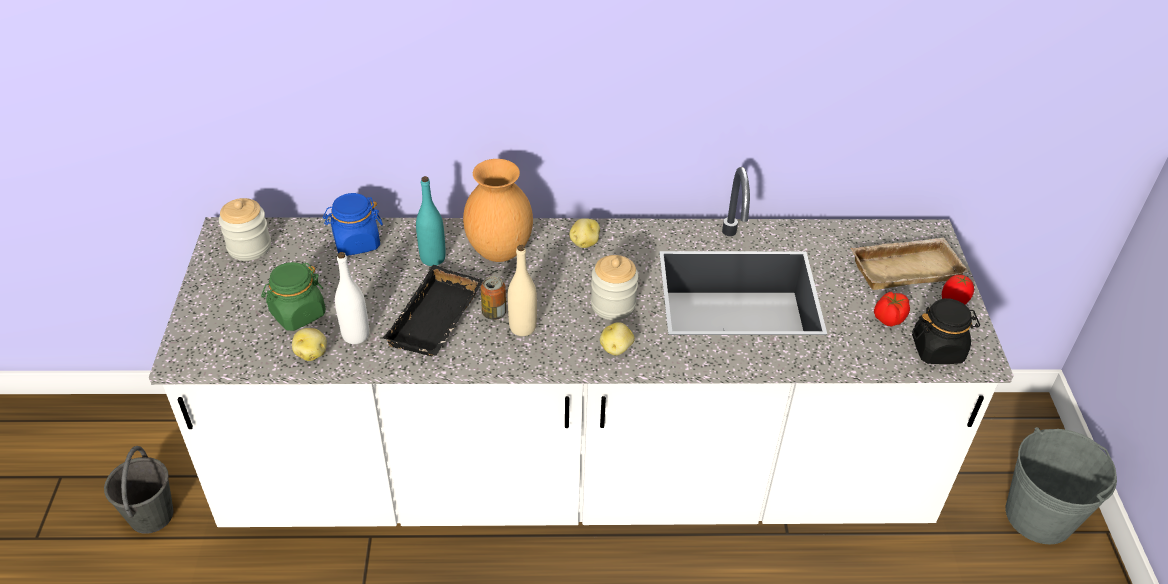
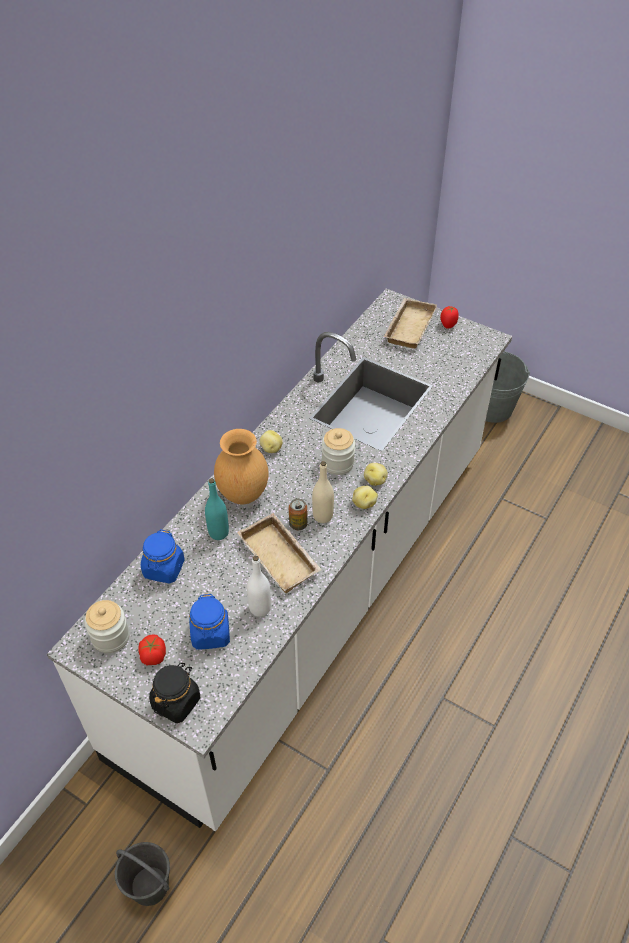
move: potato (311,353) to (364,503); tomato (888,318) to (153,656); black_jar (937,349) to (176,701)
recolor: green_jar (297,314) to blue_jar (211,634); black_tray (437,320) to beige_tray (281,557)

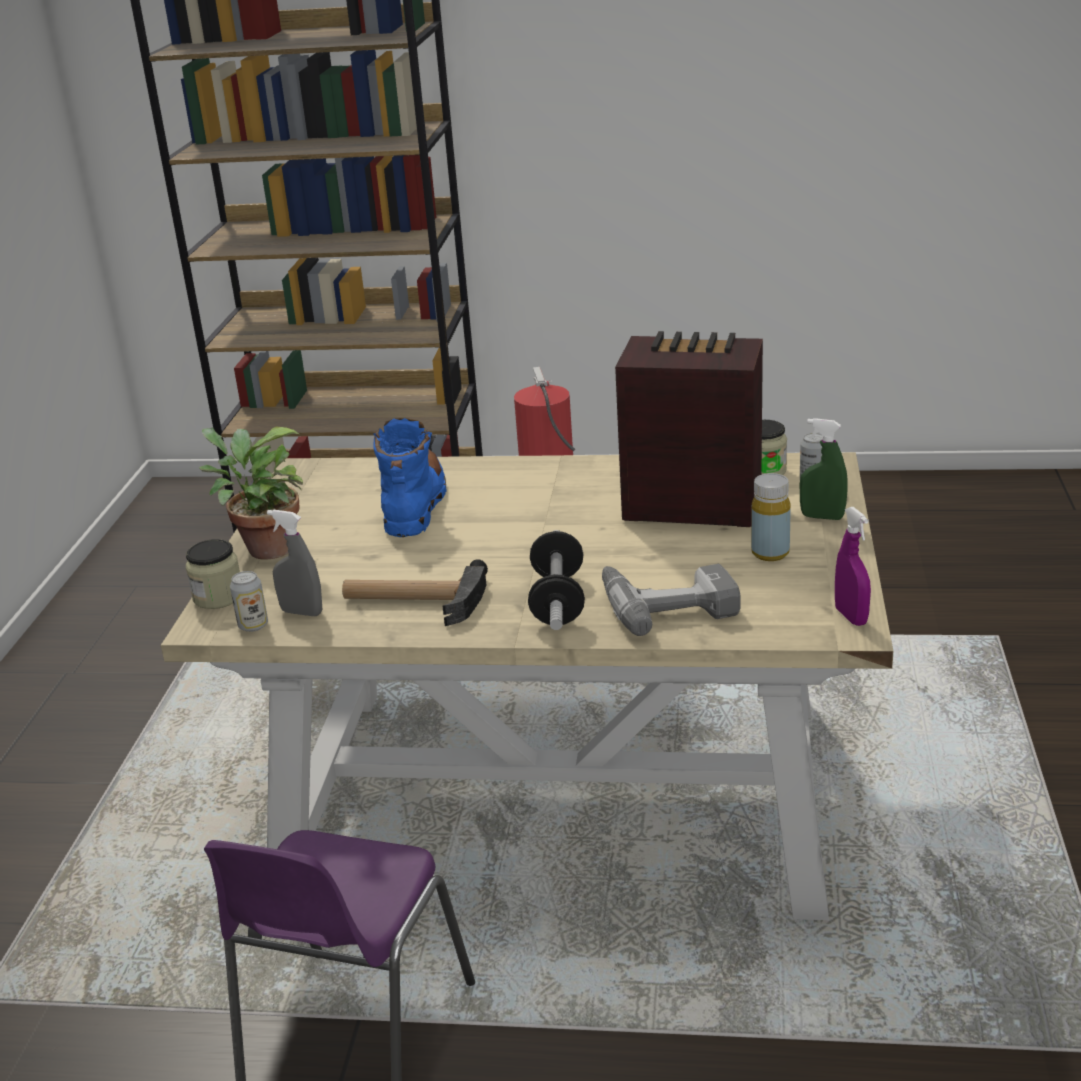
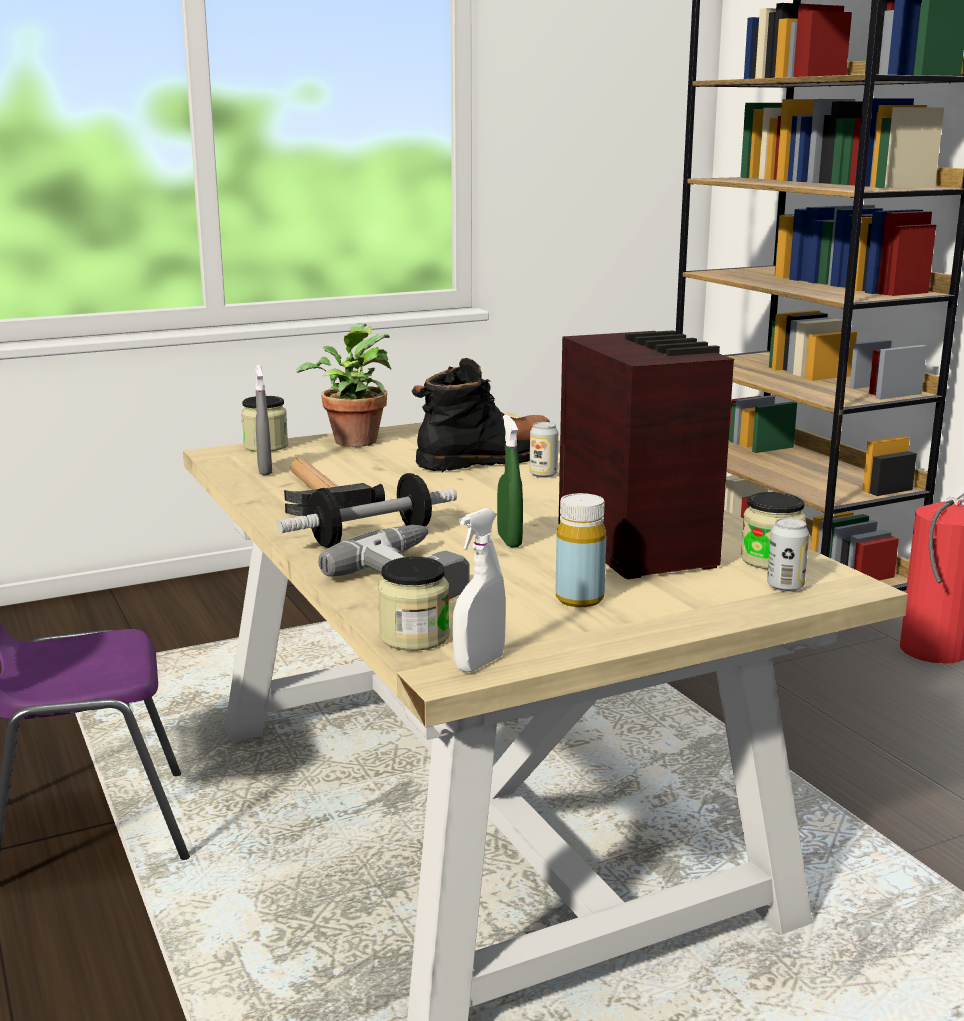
insert: jar (414,637)
move: can (253,625) to (543,474); green_spray_bottle (822,517) to (509,540)
recolor: blue_boot (414,504) to black_boot (487,459); purple_spray_bottle (851,617) to white_spray_bottle (479,663)

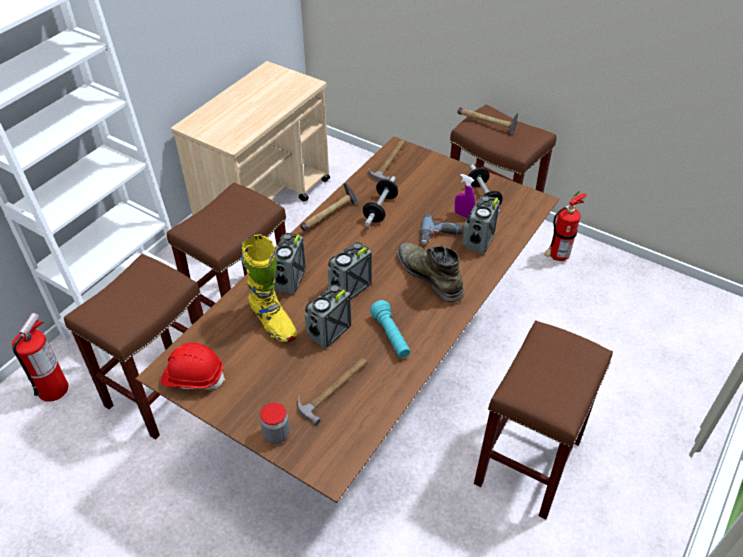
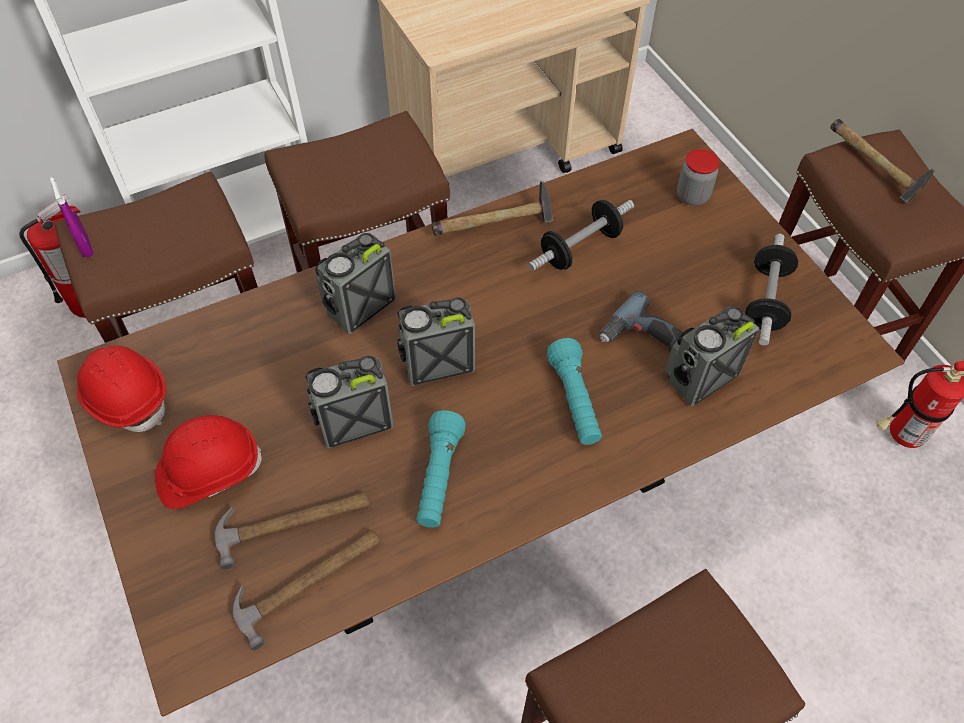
delete: yellow_boot (273,322)
insert: red_hard_hat (209,471)
move: jar (276,434) to (692,196); hammer (389,161) to (310,580); purple_spray_bottle (463,215) to (86,247)
replace: green_boot (429,275) to turquoise_flashlight (574,401)

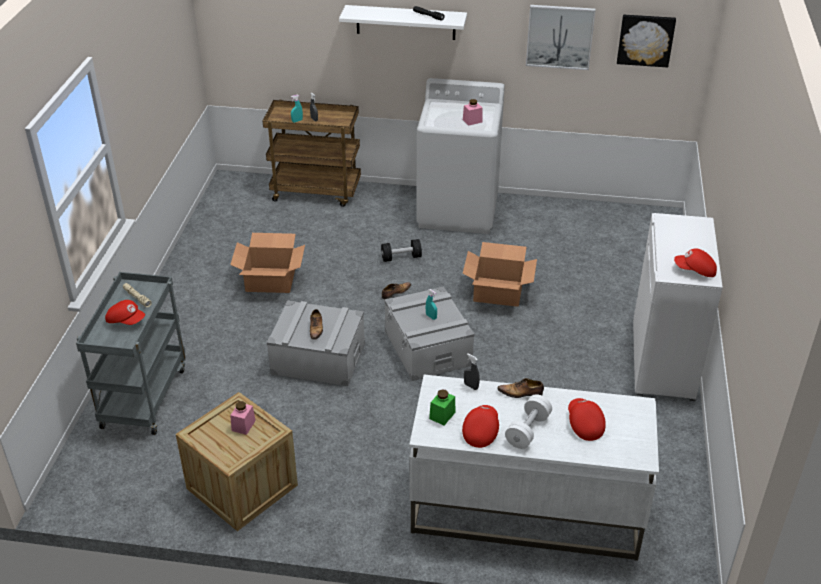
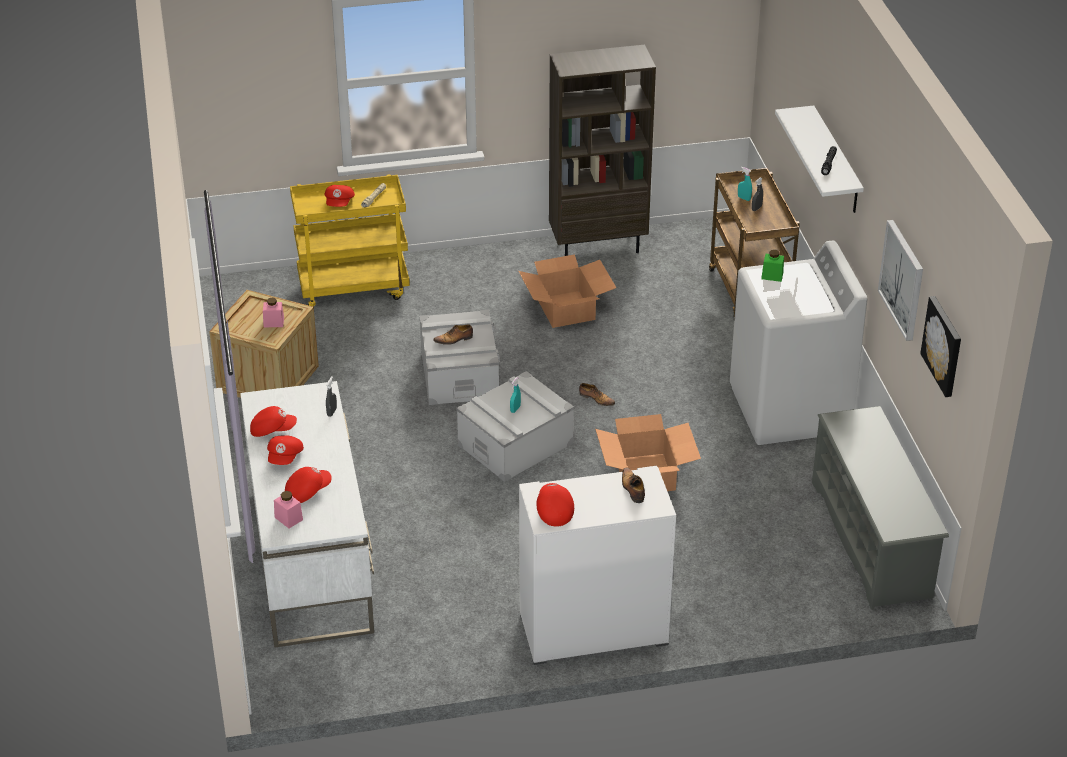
delete: black_dumbbell (401,257)
insert: brown_bookcase (598,246); grey_shoe_rack (871,539)
move: green_jar (442,415) to (772,275); pink_jar (472,121) to (288,518); shoe (521,393) to (632,489)
replace: white_dumbbell (528,430) to red_cap (285,458)
recolor: grey_cart (144,396) to yellow_cart (354,288)

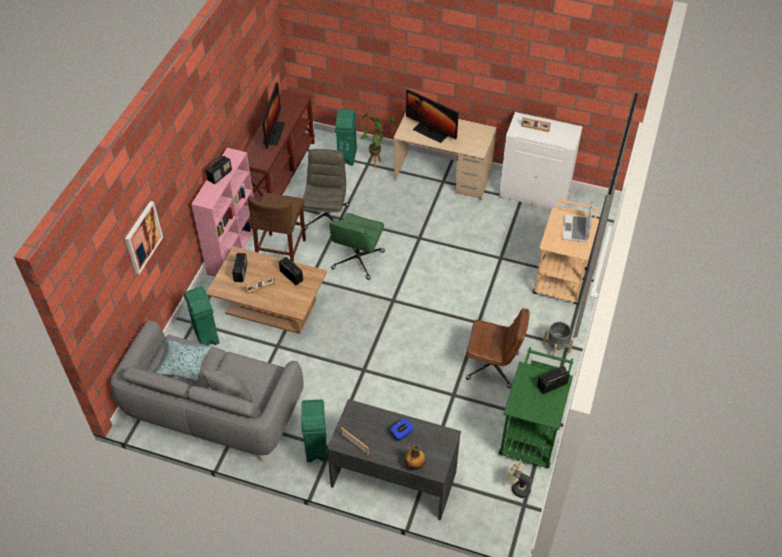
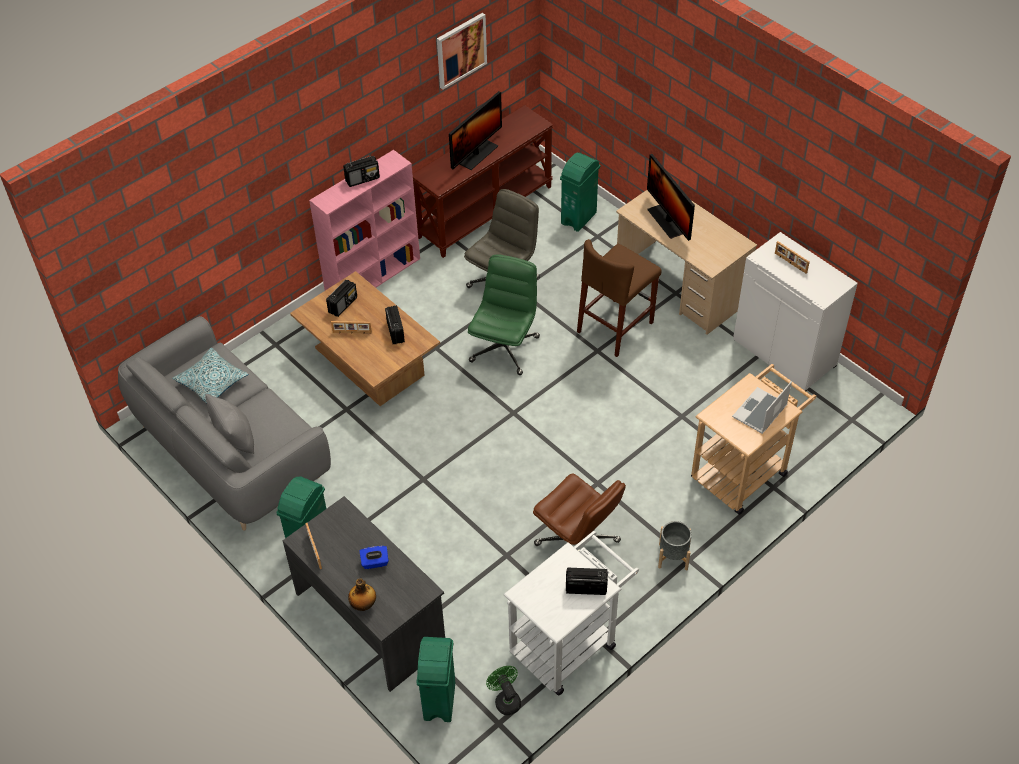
delete: potted_plant (376,161)
move: picture (143,237) to (461,50); green_trash_can (206,336) to (439,702); brown_stool (281,253) to (615,327)
recolor: green_cart (531,431) to white_cart (569,642); beige_fan (518,487) to green_fan (505,699)
rotate: green_office_chair (357,260) = (504,348) 150 degrees clockwise

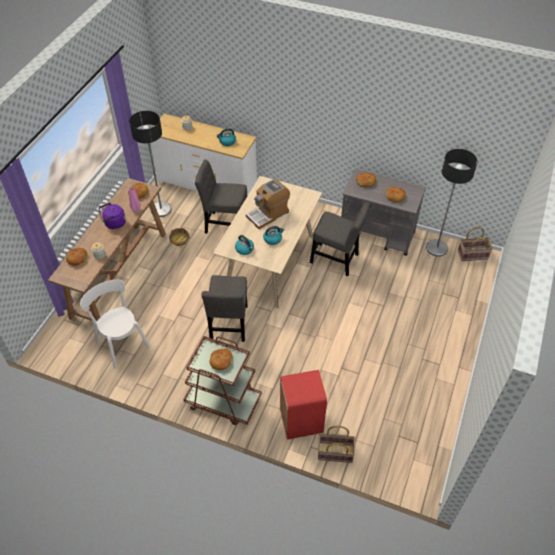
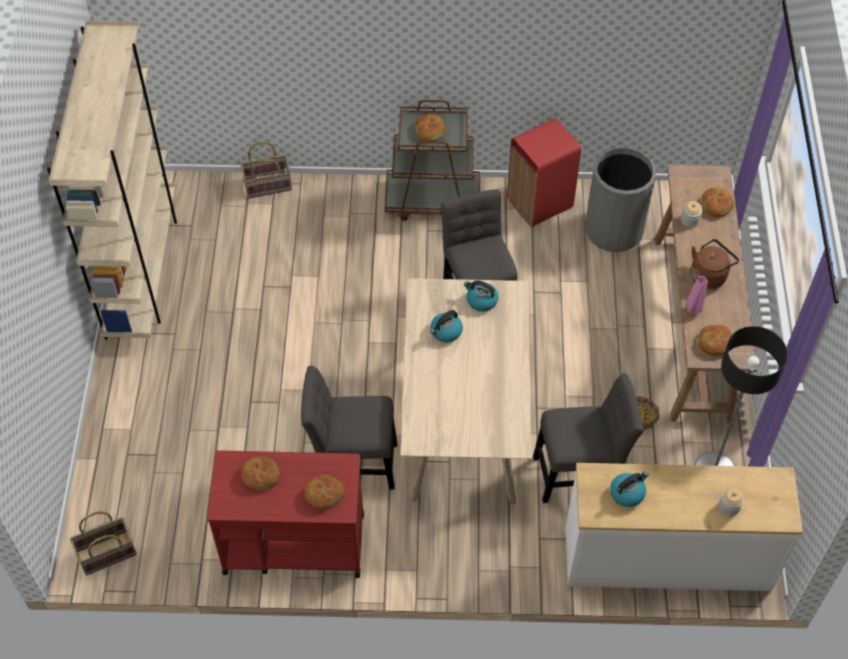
delete: coffee_machine (268,214); floor_lamp (437,248)
insert: beige_bookcase (142,270)
move: red_trash_can (301,421) to (540,203)
replace: white_chair (121,342) to grey_trash_can (614,230)
recolor: purple_kettle (114,224) to brown_kettle (709,275); grey_cart (377,234) to red_cart (293,543)

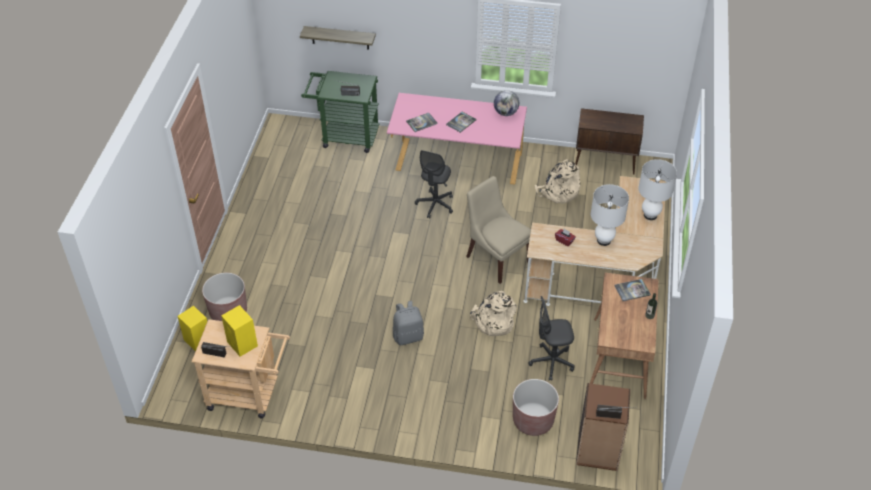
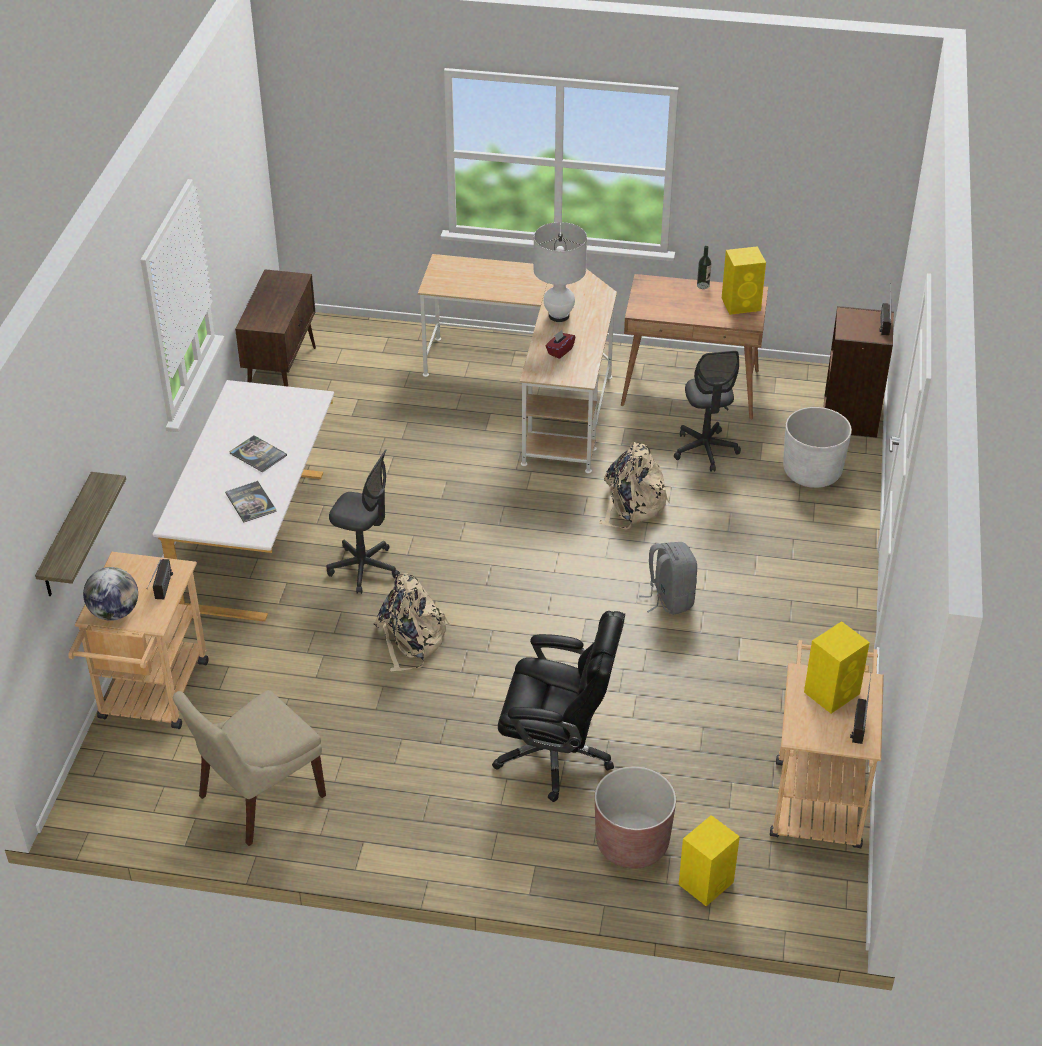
delete: book (632,290); white_table_lamp (650,215)
insert: black_office_chair (557,754); yellow_speaker (742,304)
move: beige_chair (496,258) to (258,798); globe (505,113) to (114,612); beige_backpack (558,192) to (411,640)
recolor: green_cart (345,136) to beige_cart (151,698); pink_desk (457,163) to white_desk (258,540); brown_planter (533,420) to white_planter (812,472)

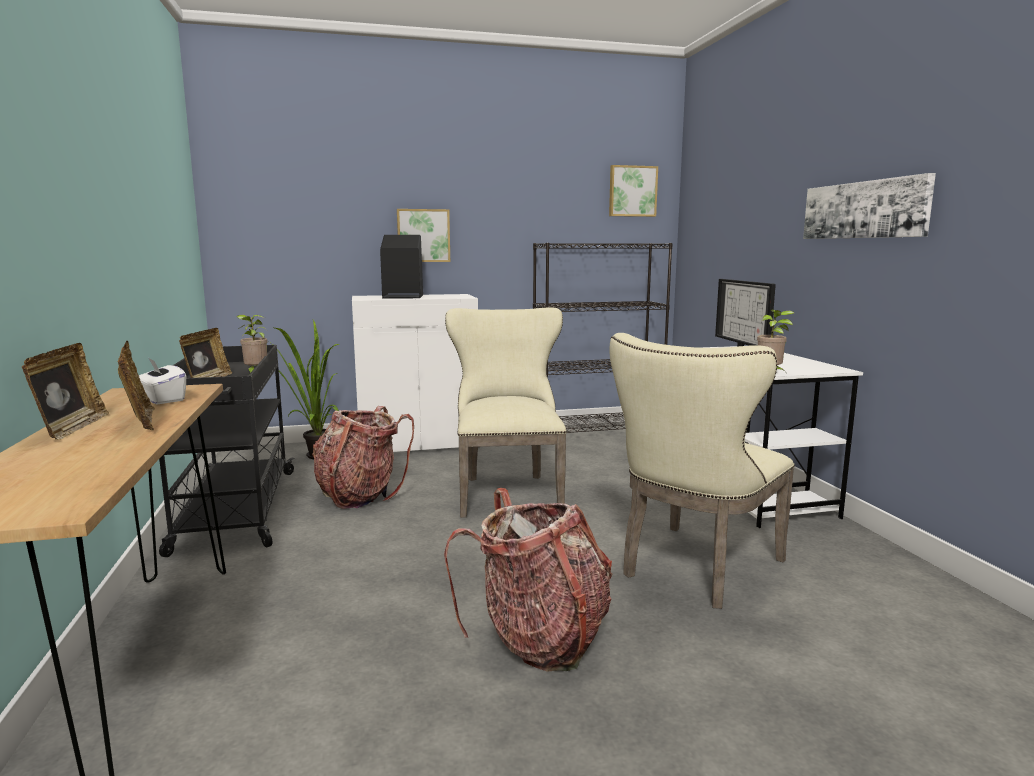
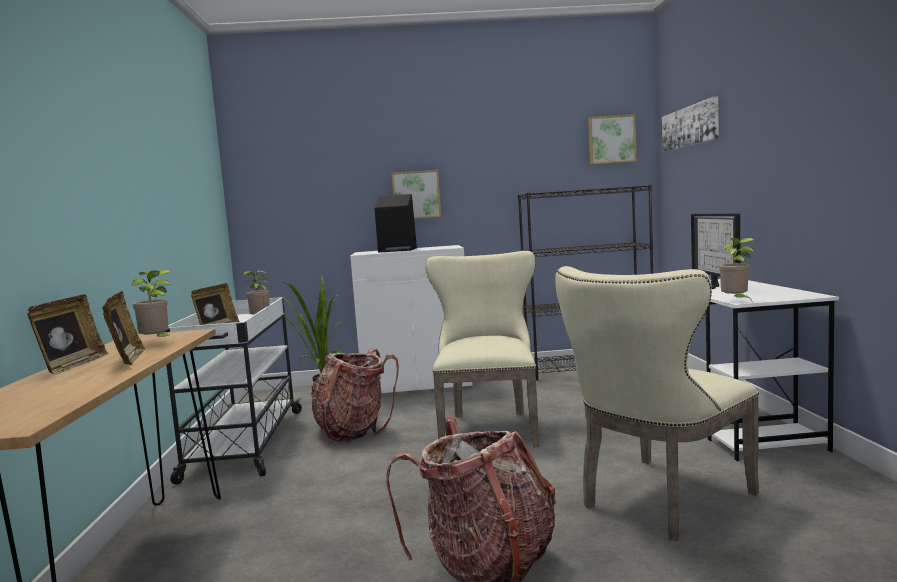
move: picture (864,210) to (690,126)
replace: white_tissue_box (162,399) to potted_plant (157,342)
recolor: black_cart (236,510) to white_cart (245,444)

